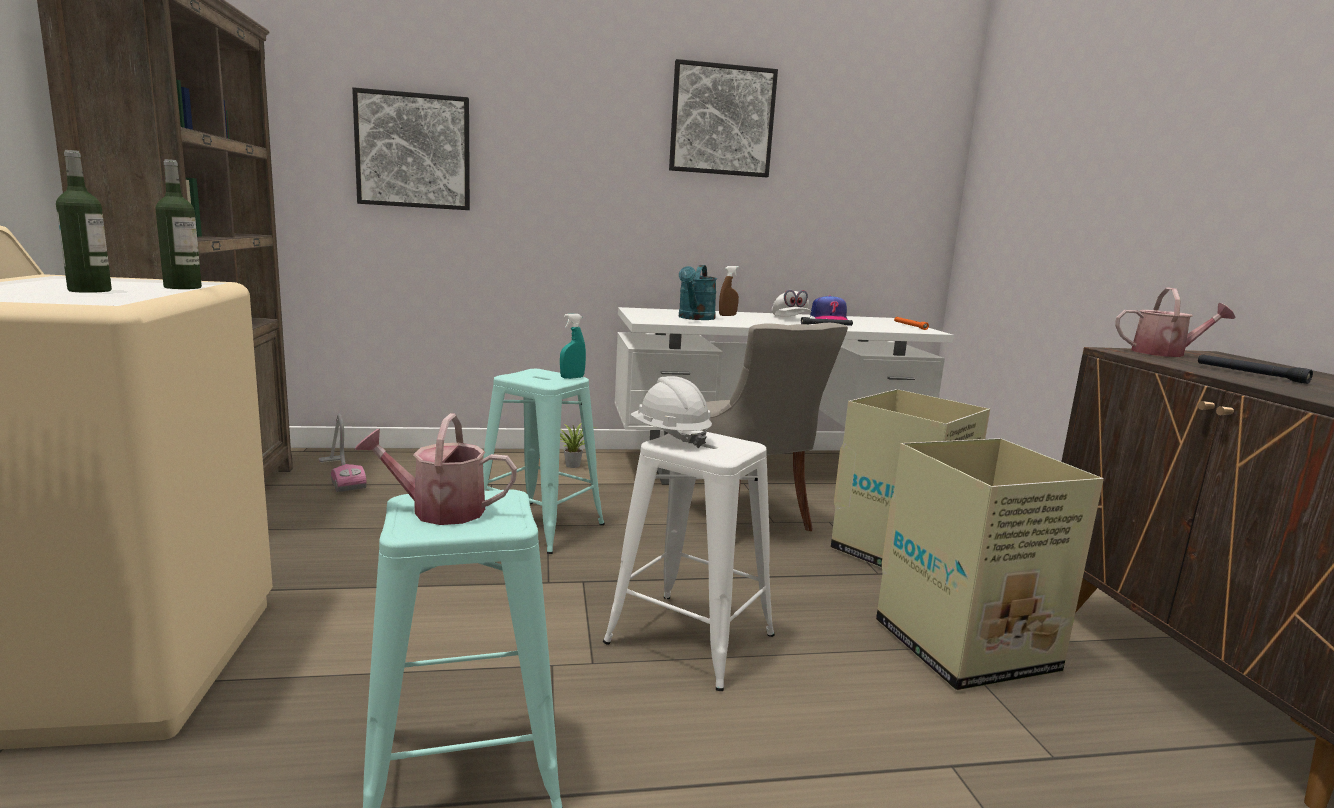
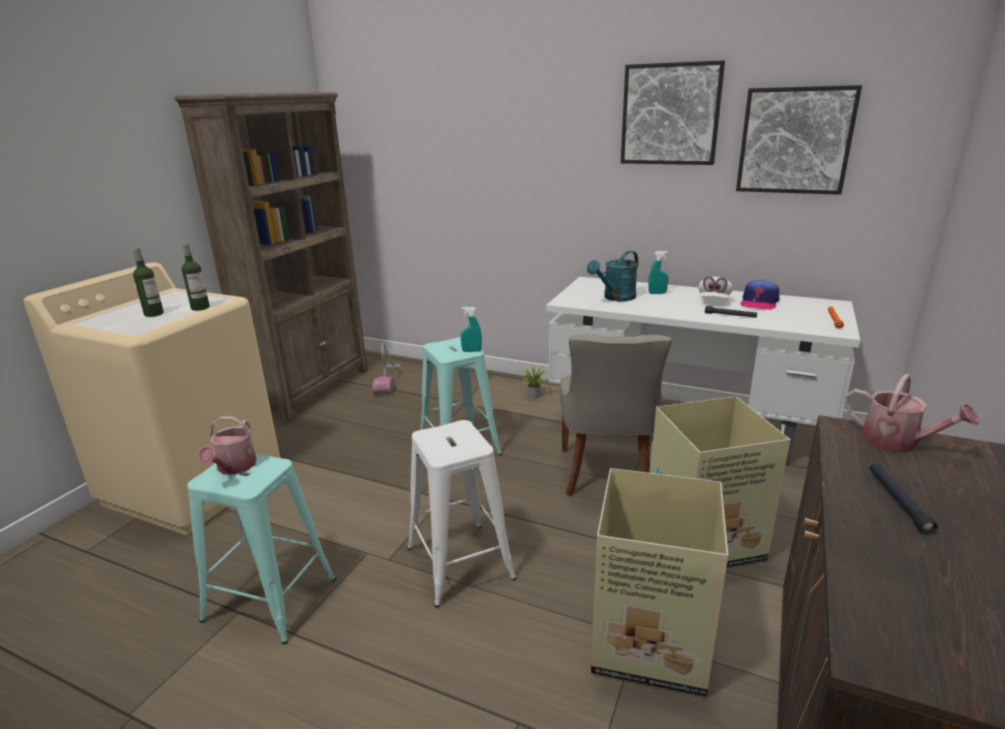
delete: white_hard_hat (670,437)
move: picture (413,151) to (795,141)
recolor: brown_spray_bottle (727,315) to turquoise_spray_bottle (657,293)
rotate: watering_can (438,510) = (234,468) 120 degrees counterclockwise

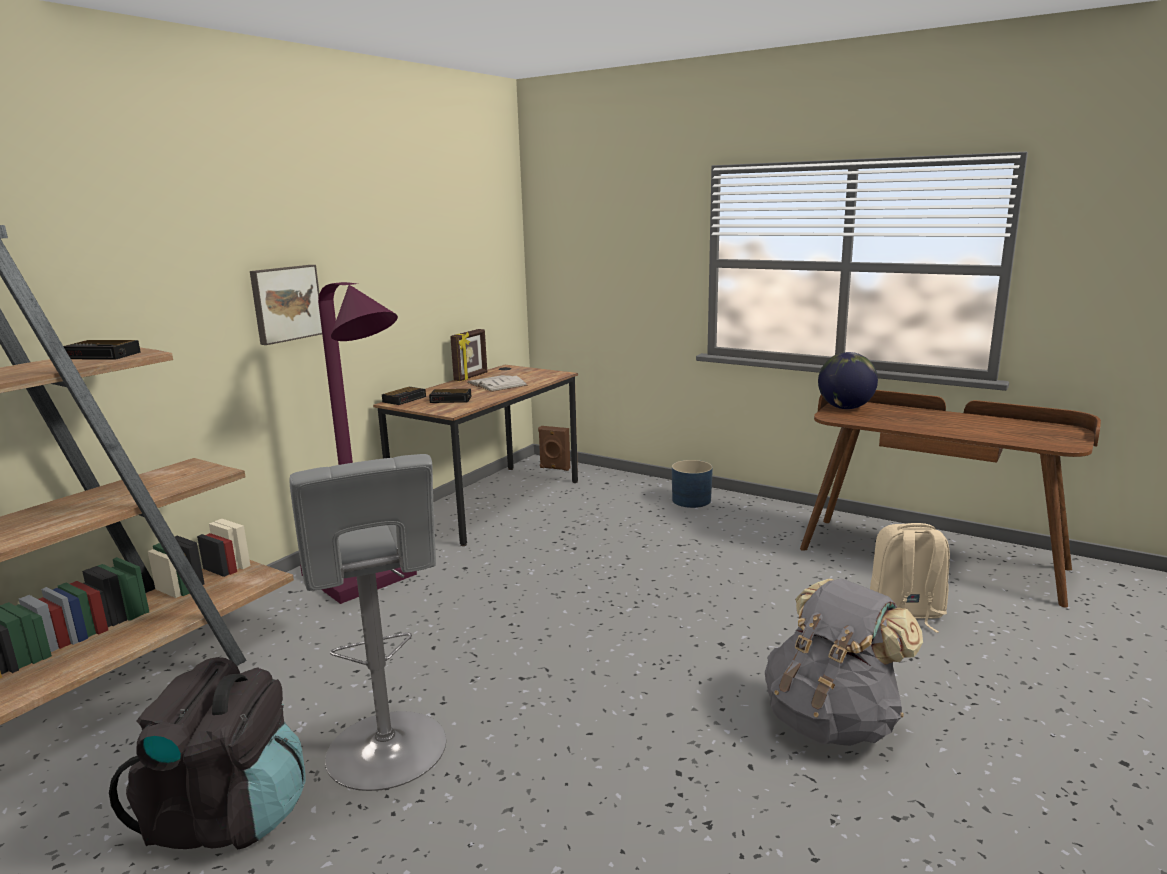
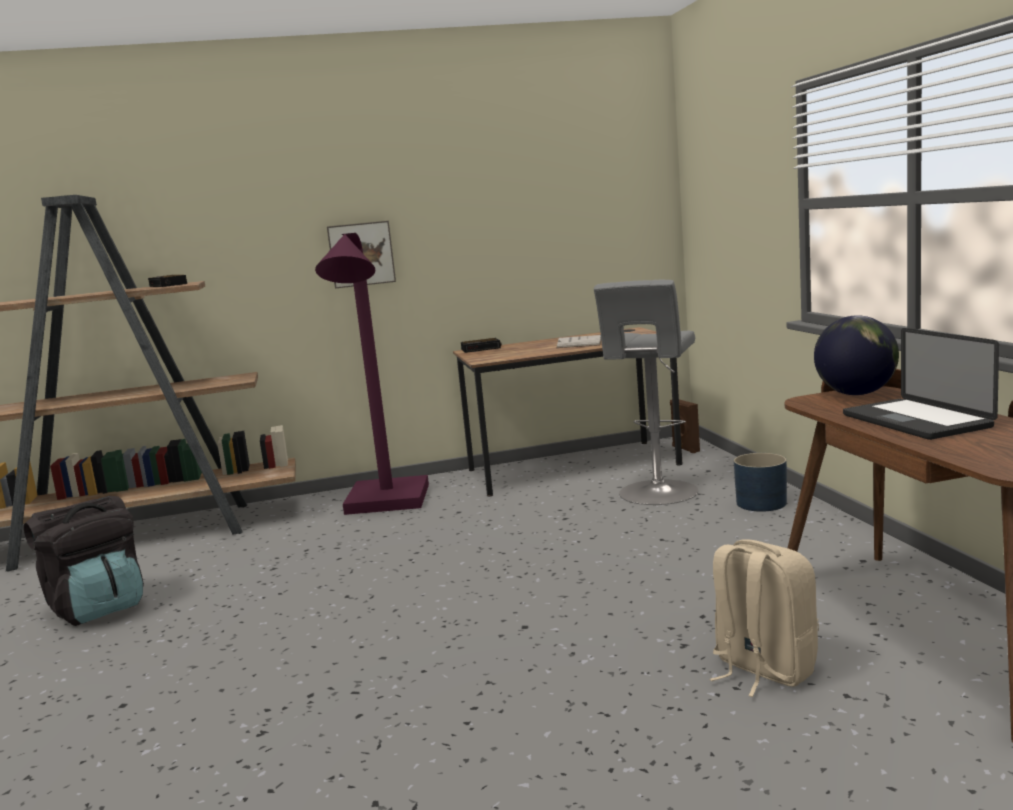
delete: alarm_clock (451,399); picture_frame (471,377); grey_backpack (832,721)
insert: laptop (915,421)
move: grey_stool (388,754) to (657,494)

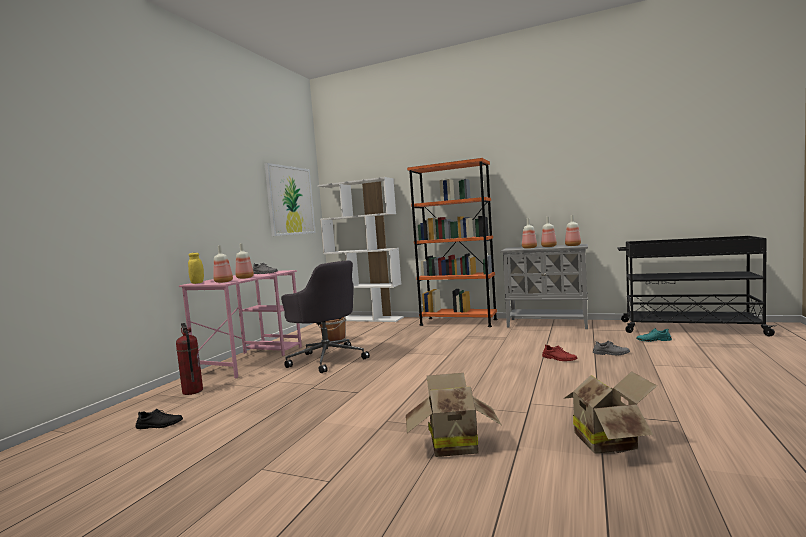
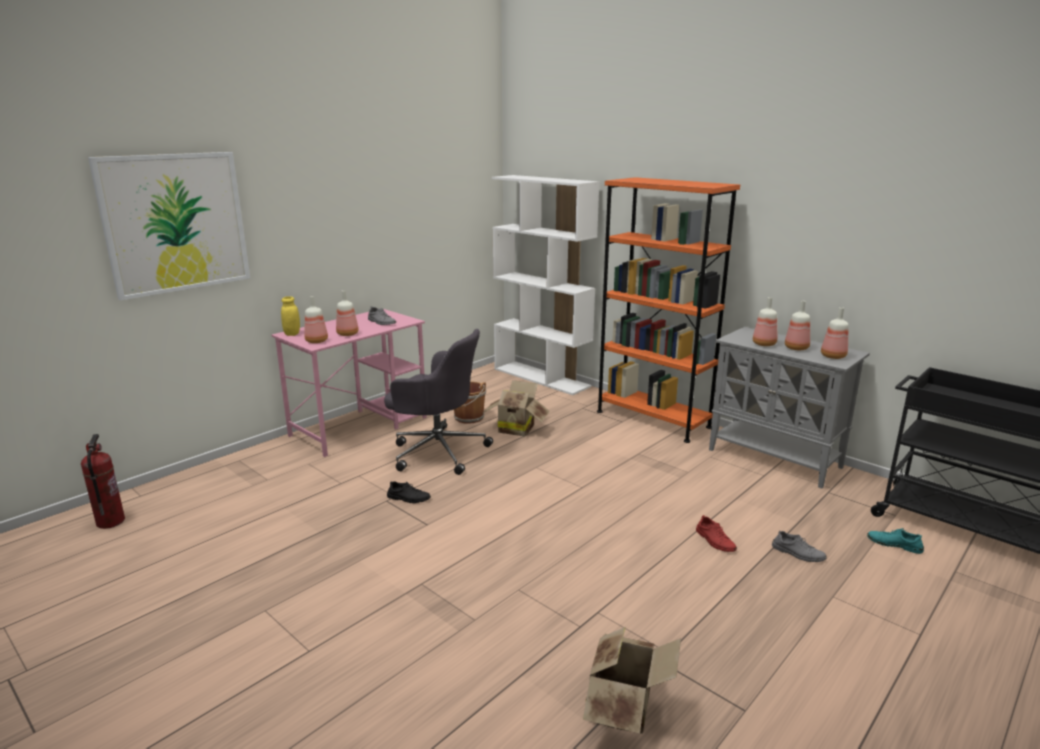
move: black_shoe (159,425) to (408,498); fire_extinguisher (192,391) to (110,522); picture (290,200) to (175,223); cardboard_box (451,444) to (516,428)
rotate: grey_office_chair (327,359) = (437,451) 45 degrees counterclockwise

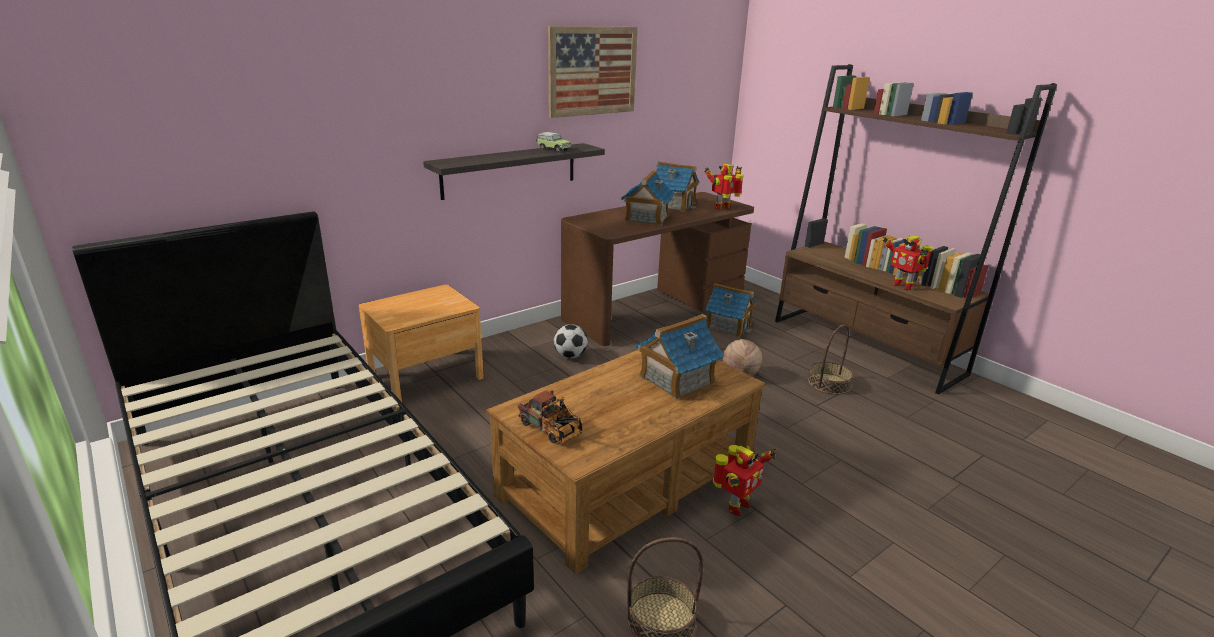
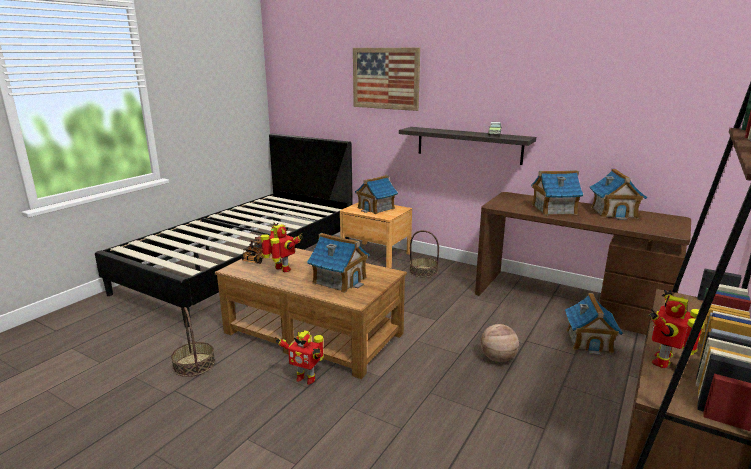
delete: football (570,356)
insert: toy_house (376,208)
move: picture (592,71) to (385,78); toy_robot (723,208) to (282,270); basket (829,384) to (423,271)

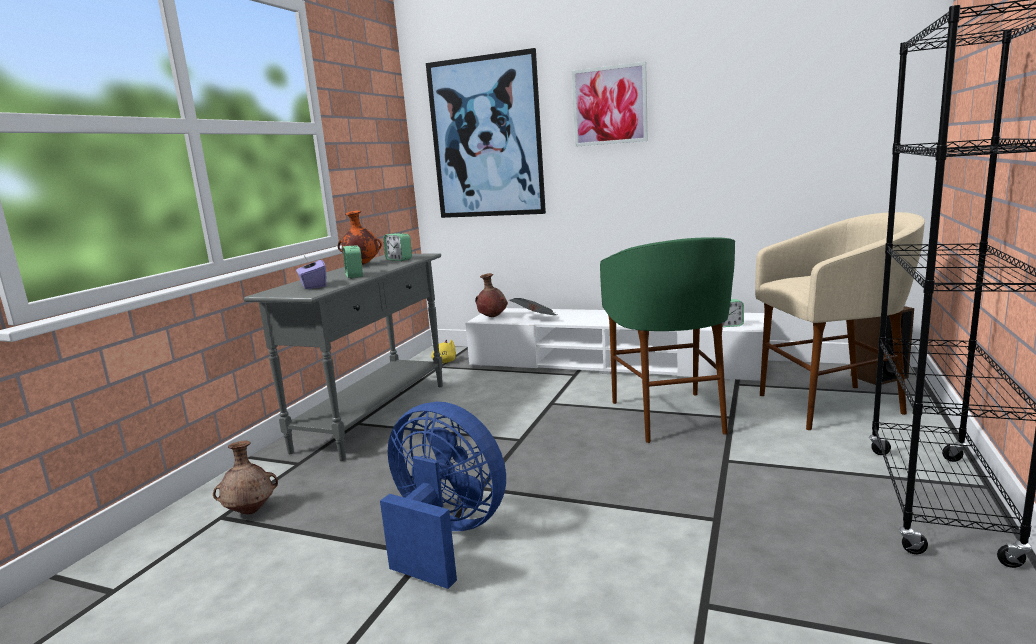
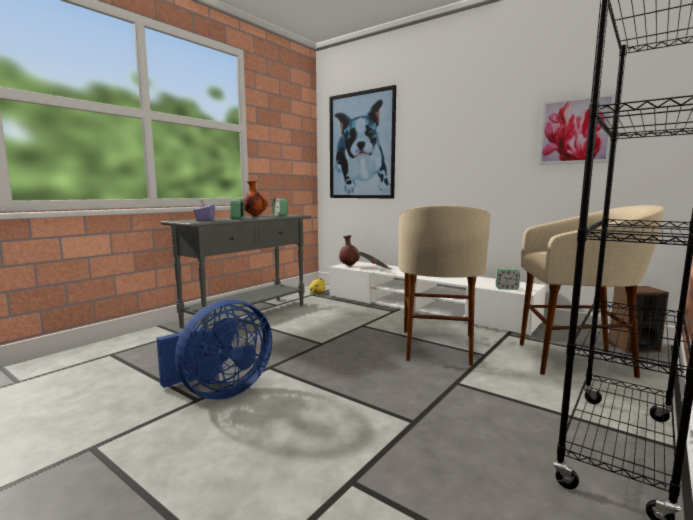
delete: brown_vase (251,511)
move: picture (609,105) to (575,131)
recolor: green_stool (669,417) to beige_stool (437,347)
rotate: blue_fan (445,536) = (219,392) 90 degrees clockwise

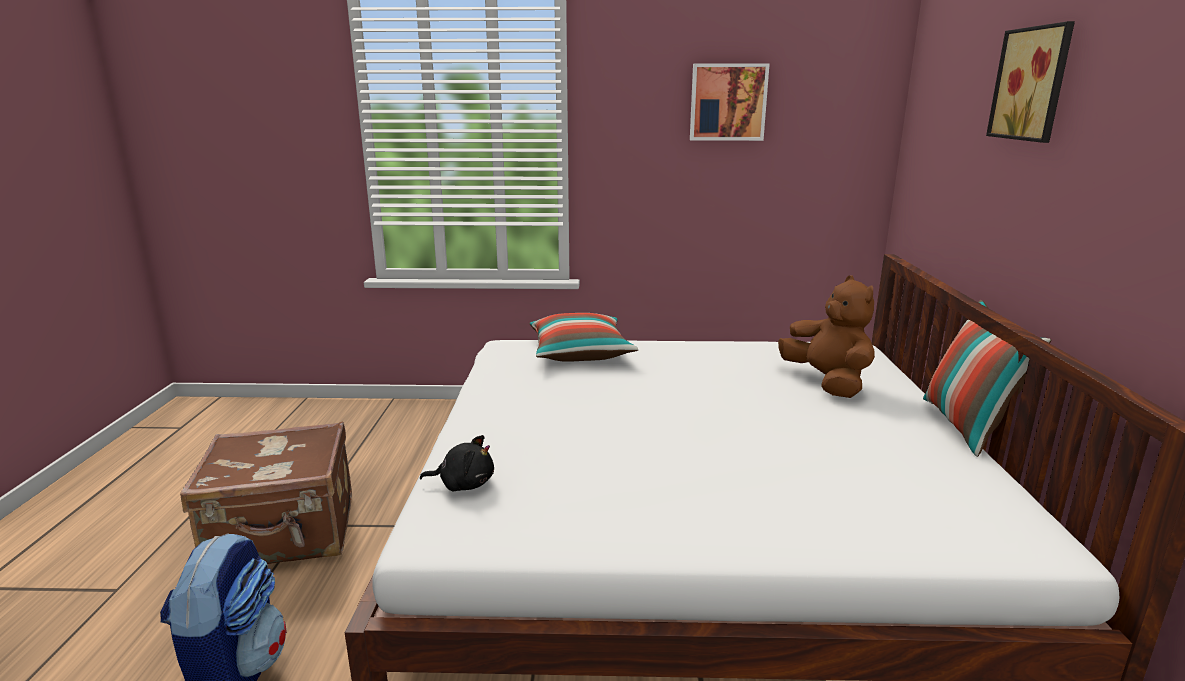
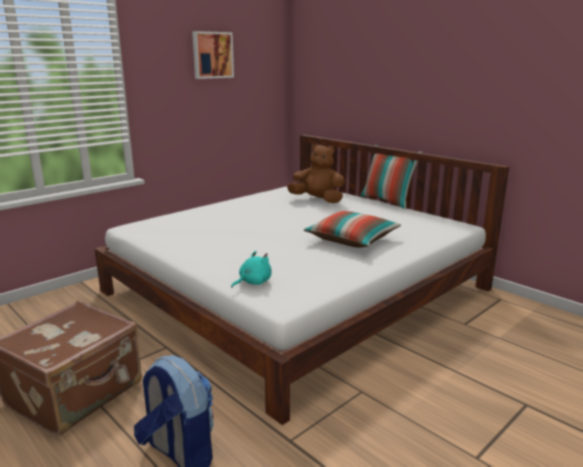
delete: picture (1034,84)
move: pillow (580,353) to (352,240)
recolor: black_plush_toy (464,484) to turquoise_plush_toy (253,282)

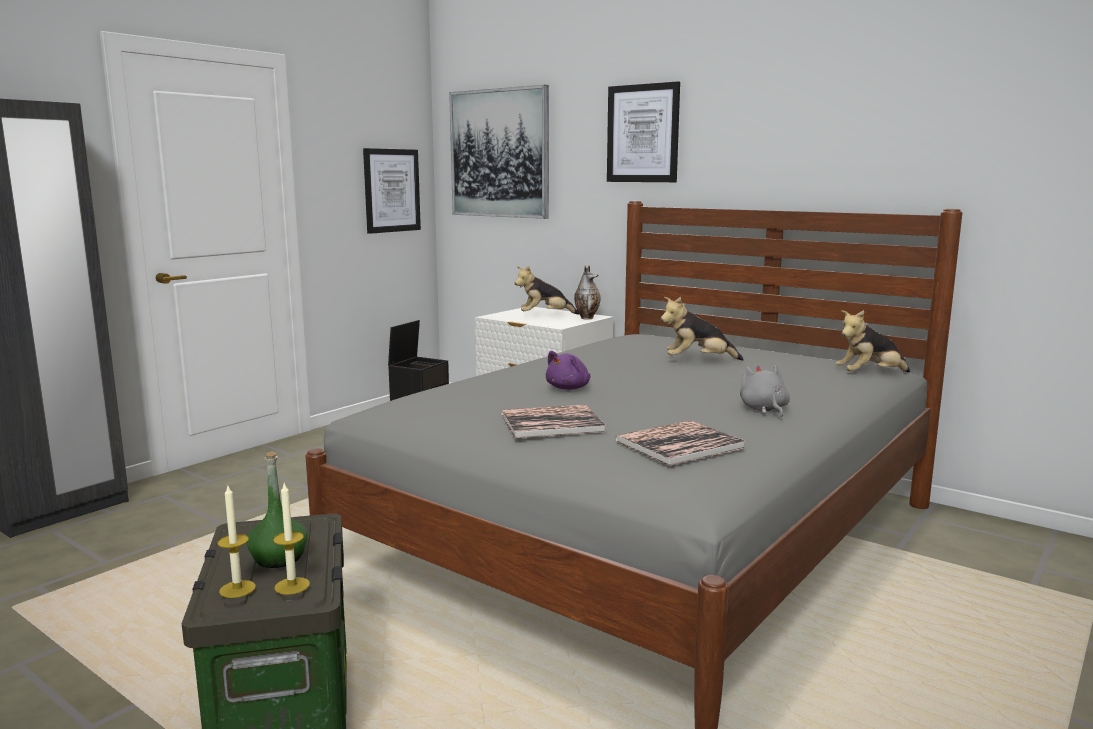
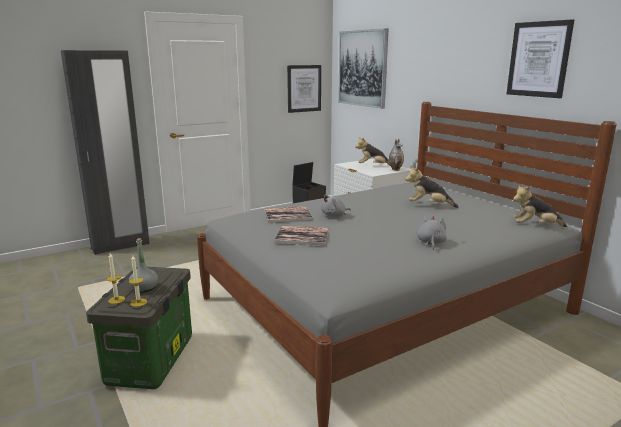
move: picture (643,133) to (538,59); book (679,444) to (287,215)
recolor: green_bottle (279,558) to grey_bottle (144,288); purple_plush_toy (569,388) to grey_plush_toy (334,216)

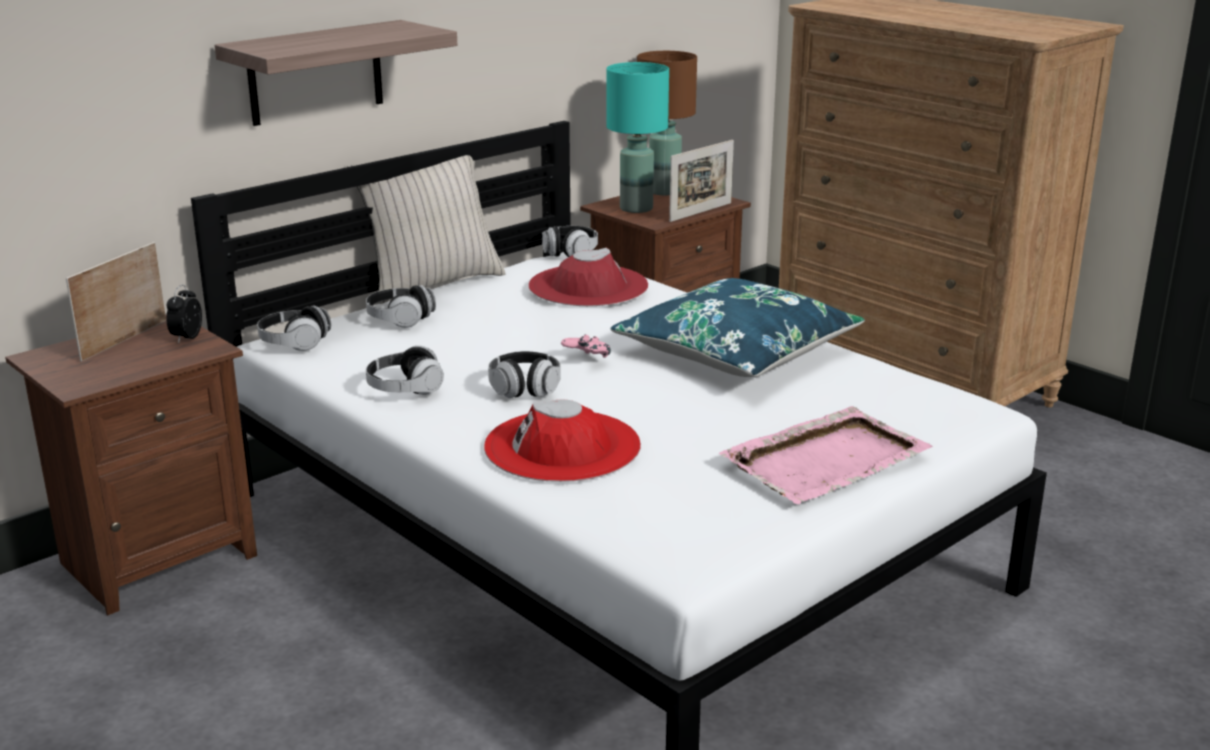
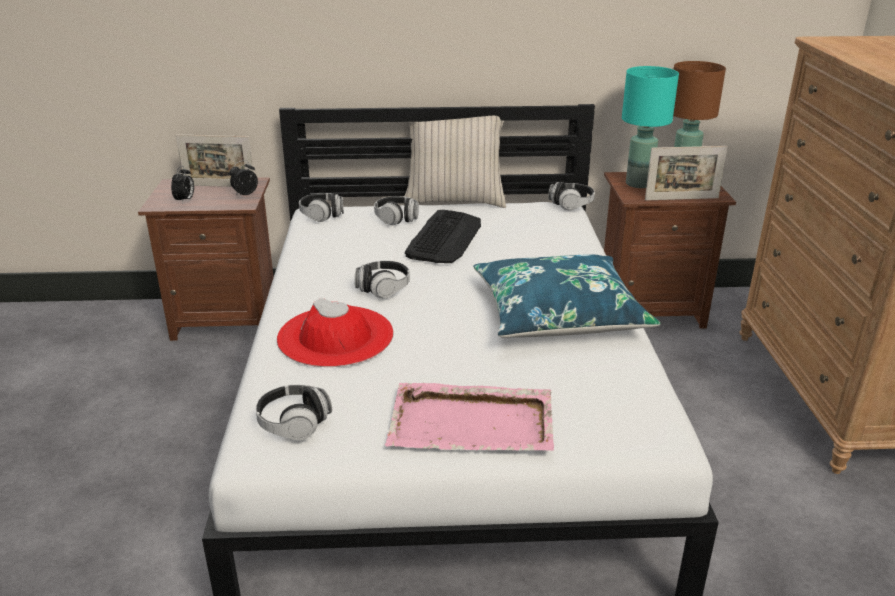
delete: shelf (315,73); red_hat (588,286); pink_game_controller (586,359)
insert: alarm_clock (185,200); keyboard (445,238)
move: headphones (405,389) to (294,423)
rotate: picture_frame (124,340) = (219,186) 150 degrees counterclockwise

